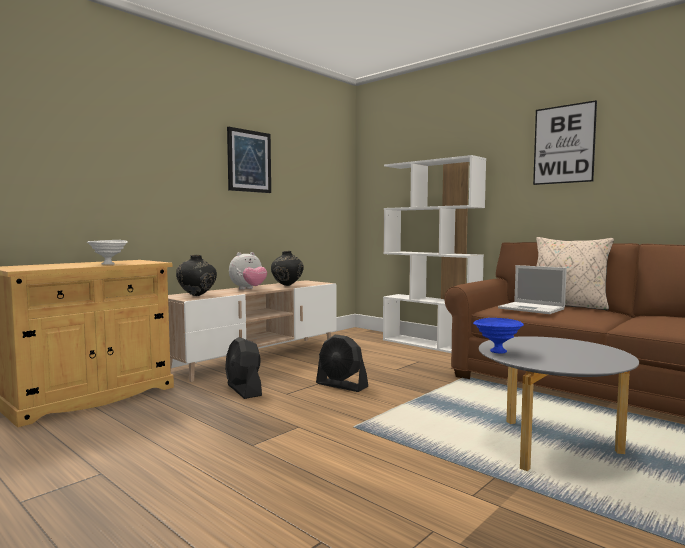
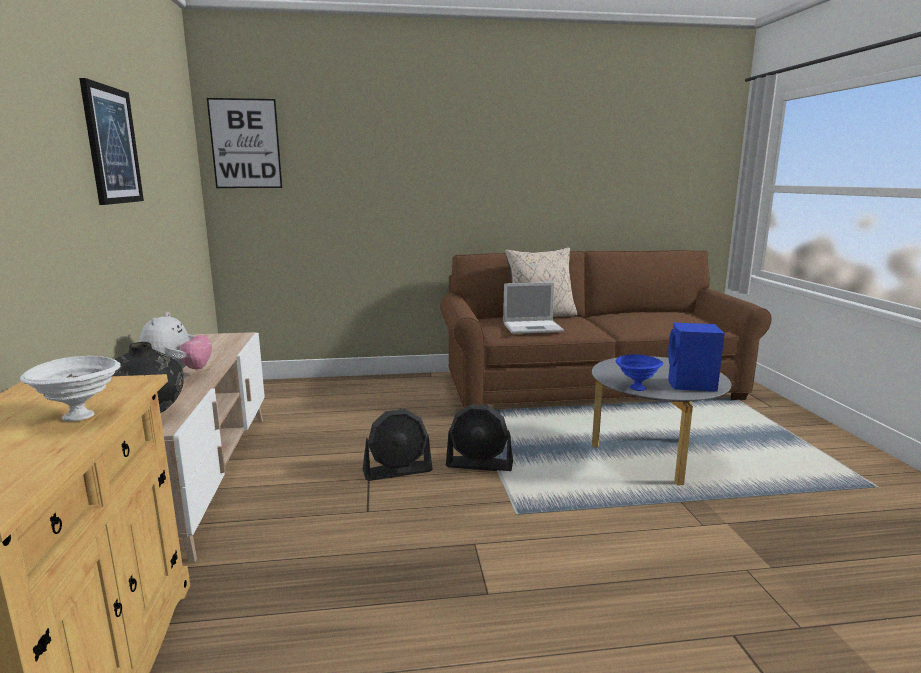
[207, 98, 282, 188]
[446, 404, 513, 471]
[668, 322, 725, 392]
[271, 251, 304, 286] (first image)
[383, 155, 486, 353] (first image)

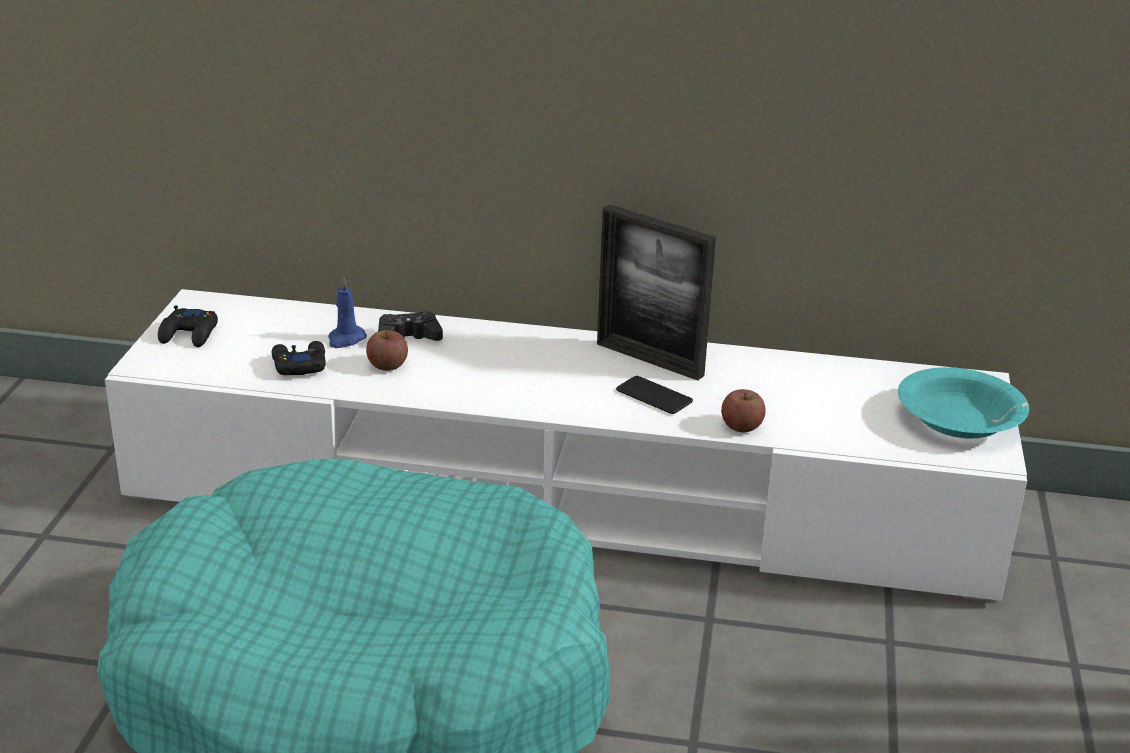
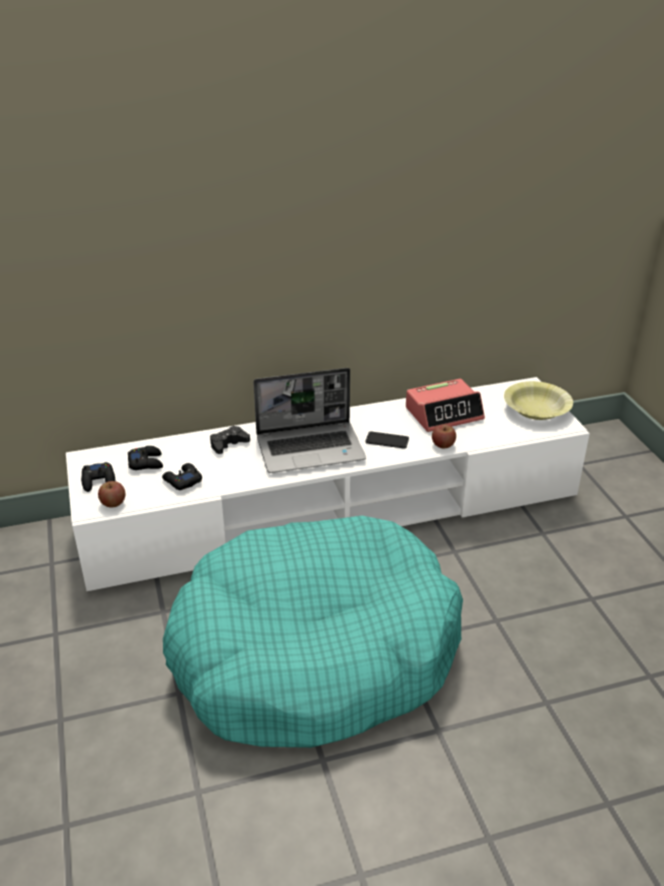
[98, 481, 125, 508]
[128, 446, 163, 470]
[253, 368, 366, 473]
[406, 379, 485, 432]
[504, 381, 573, 420]
[328, 277, 367, 348] (first image)
[597, 205, 716, 381] (first image)

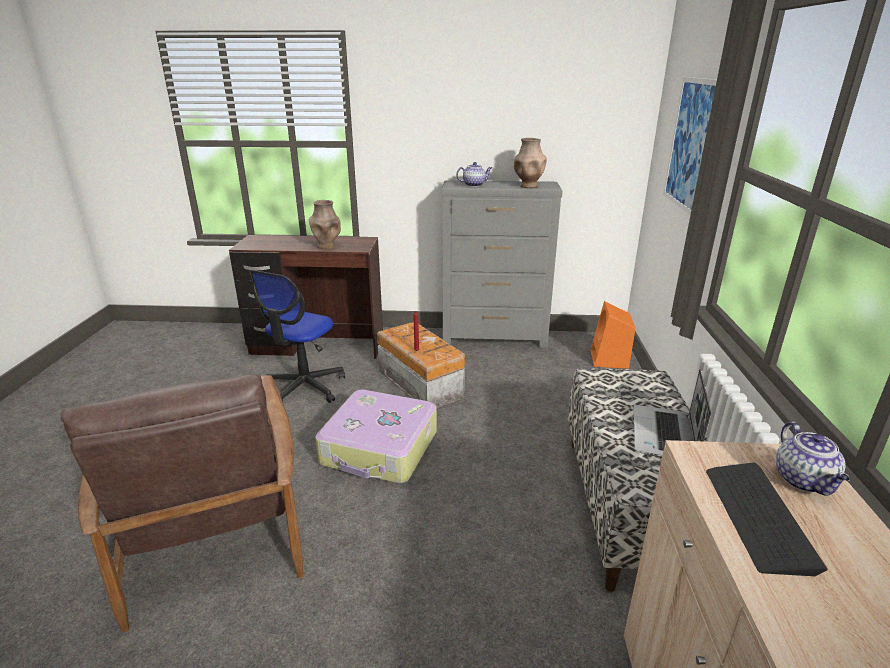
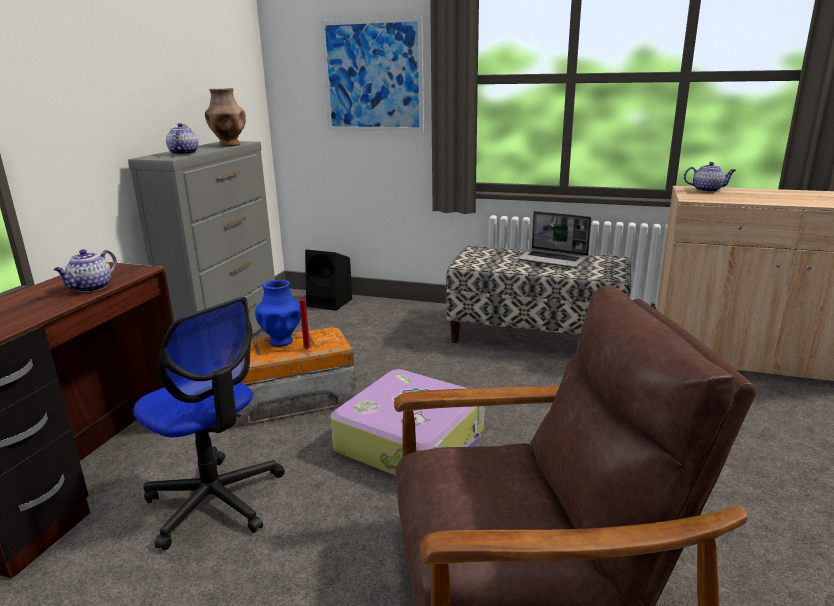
[54, 249, 117, 292]
[255, 280, 301, 347]
[305, 249, 352, 311]
[706, 462, 828, 576] (first image)

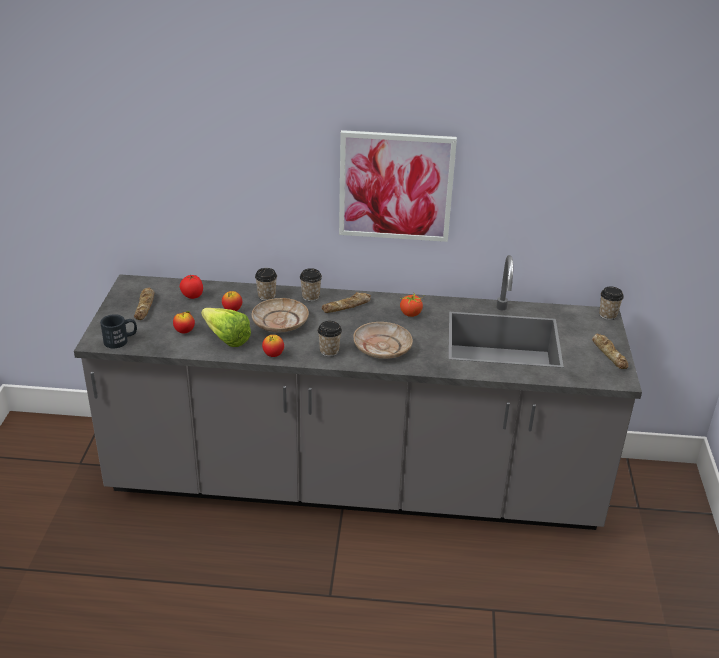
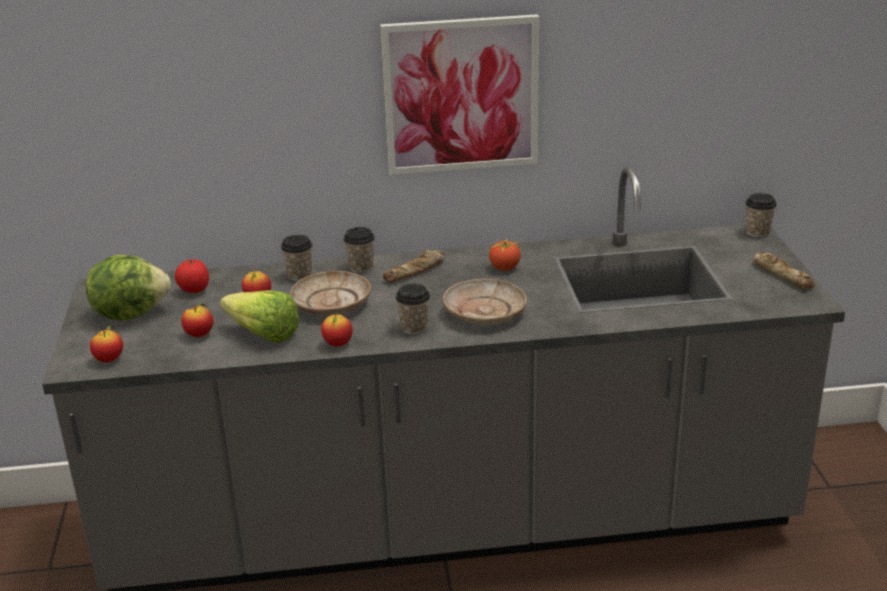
[86, 255, 171, 321]
[90, 325, 123, 362]

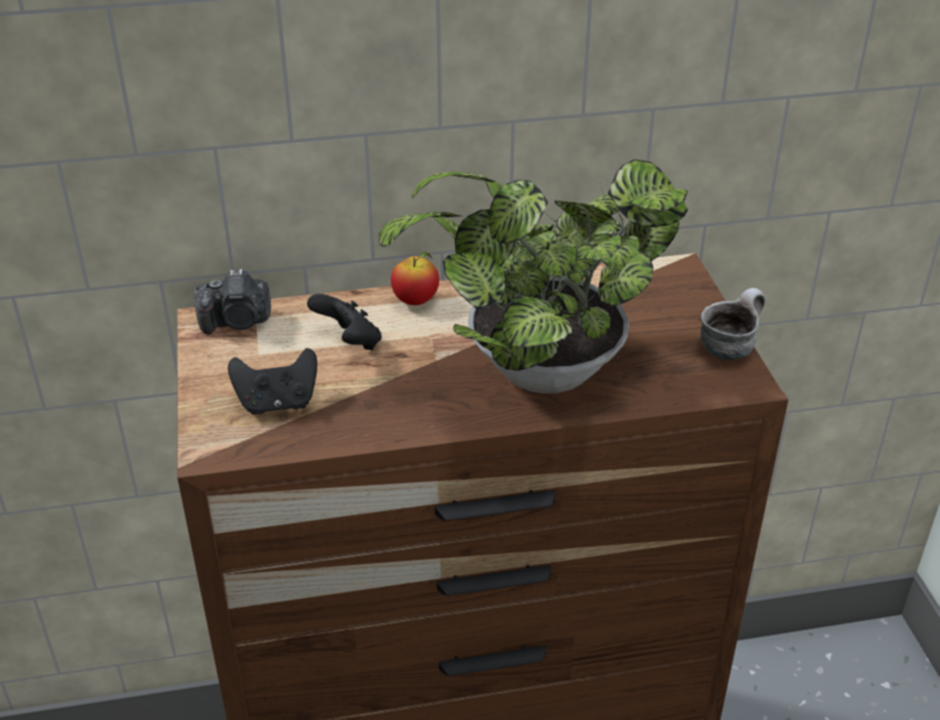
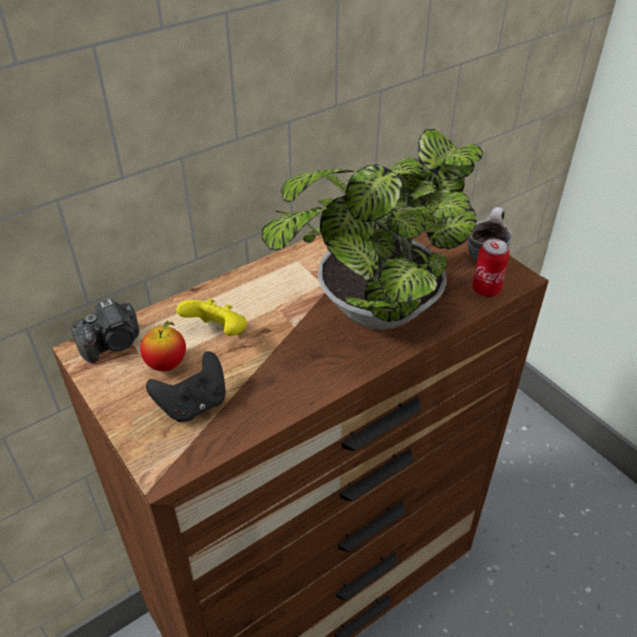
[140, 321, 186, 371]
[176, 298, 247, 336]
[472, 239, 510, 297]

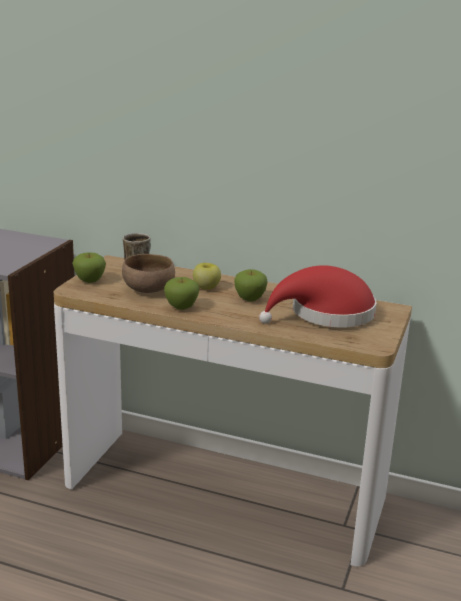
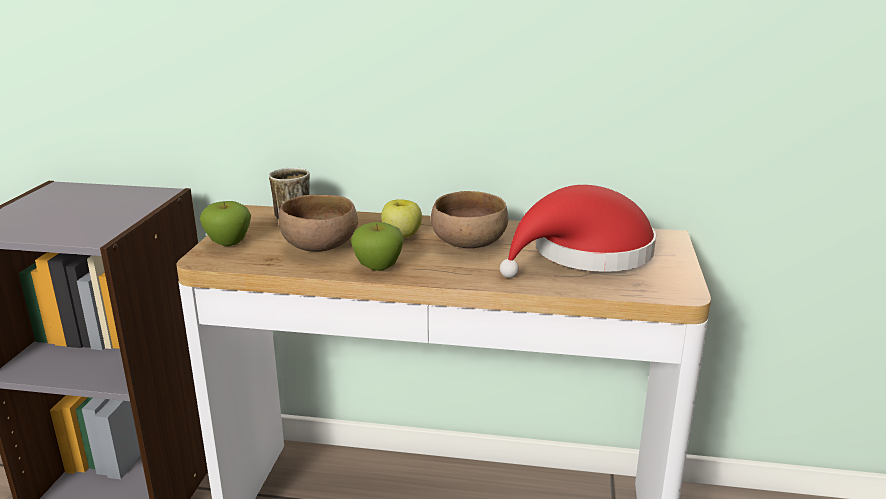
[431, 191, 508, 248]

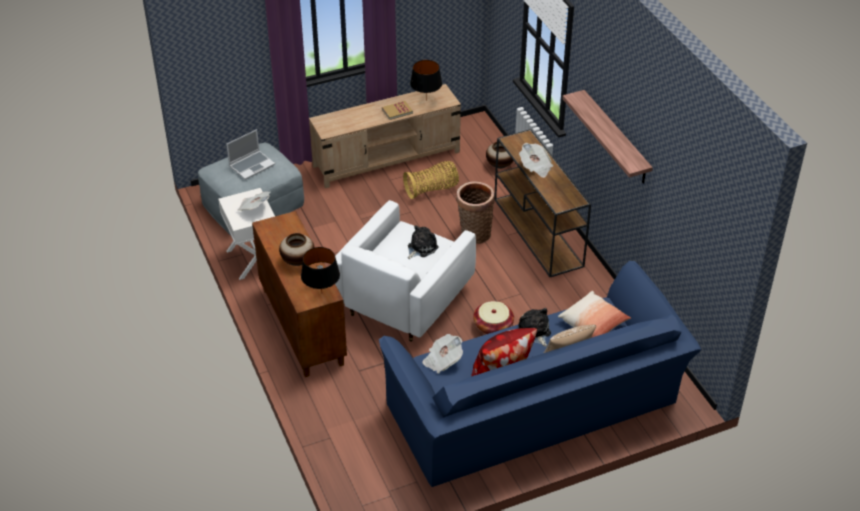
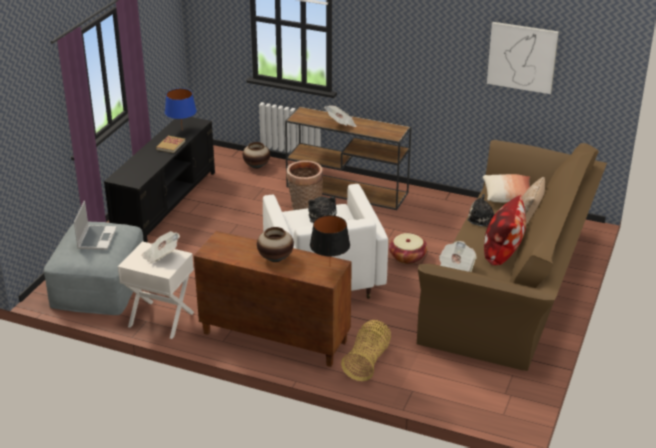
[104, 117, 215, 242]
[165, 88, 197, 125]
[341, 320, 391, 381]
[417, 140, 607, 371]
[487, 22, 559, 94]
[562, 90, 653, 184] (first image)

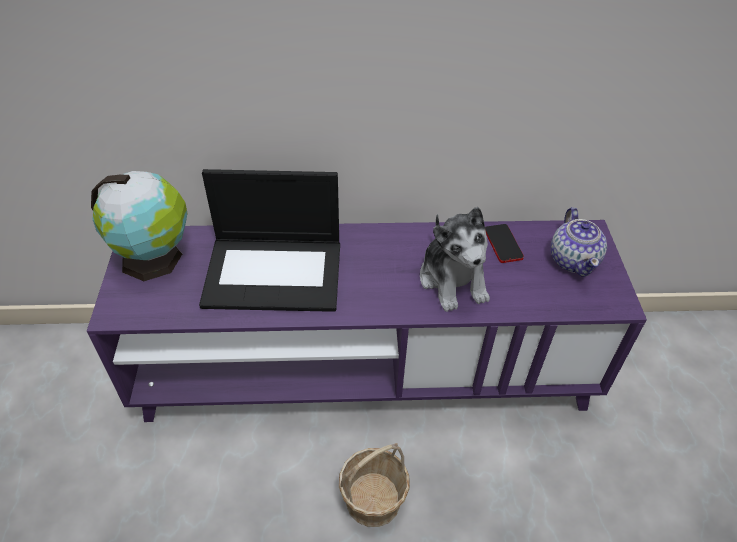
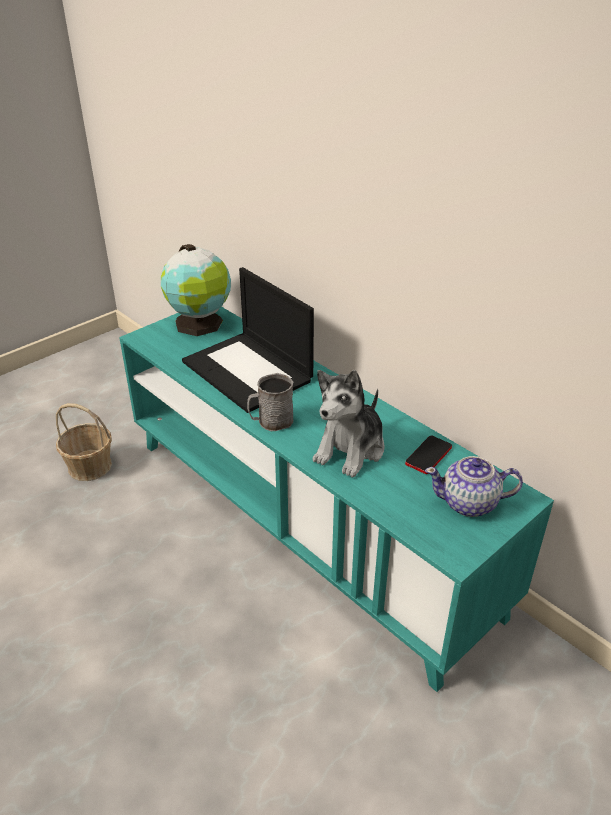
[56, 403, 112, 481]
[119, 307, 554, 692]
[247, 373, 294, 431]
[425, 456, 523, 517]

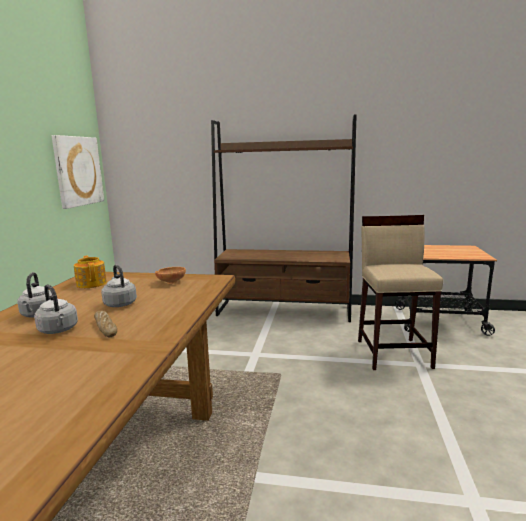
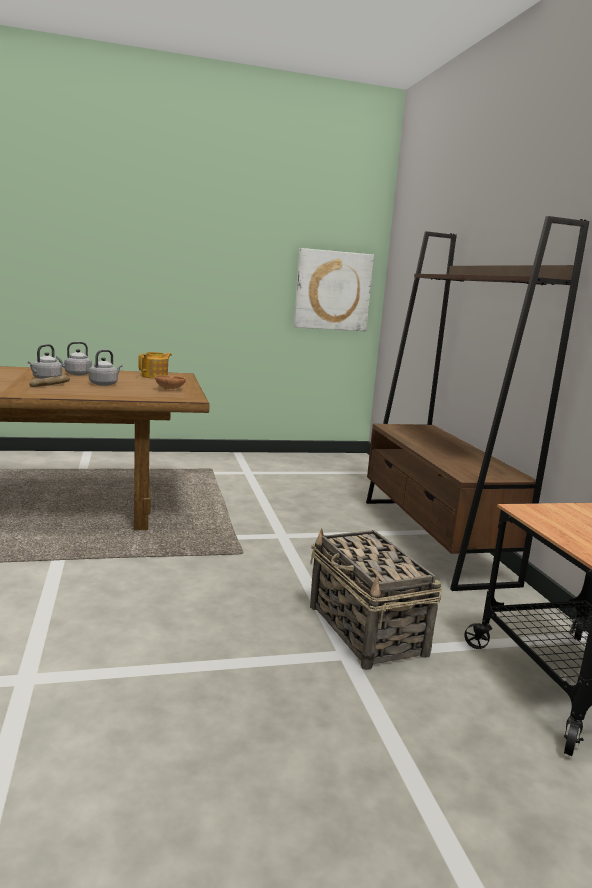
[310, 529, 442, 670]

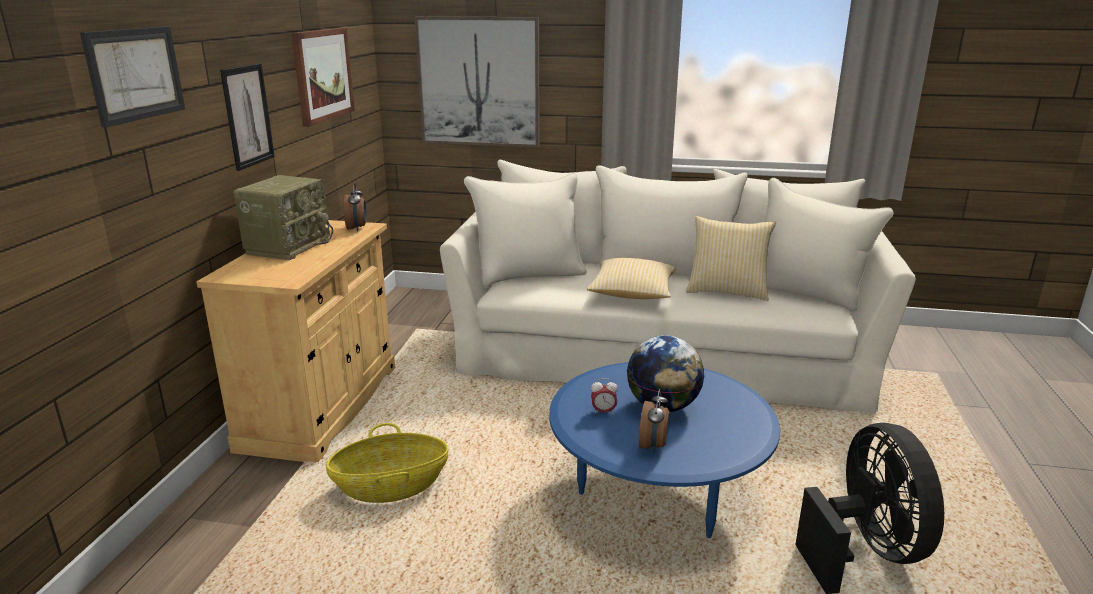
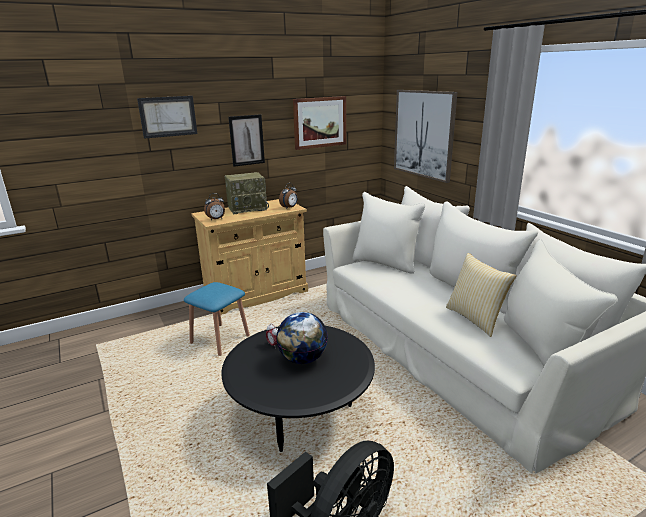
[184, 282, 250, 356]
[204, 193, 225, 221]
[221, 326, 375, 452]
[587, 258, 676, 299] (first image)

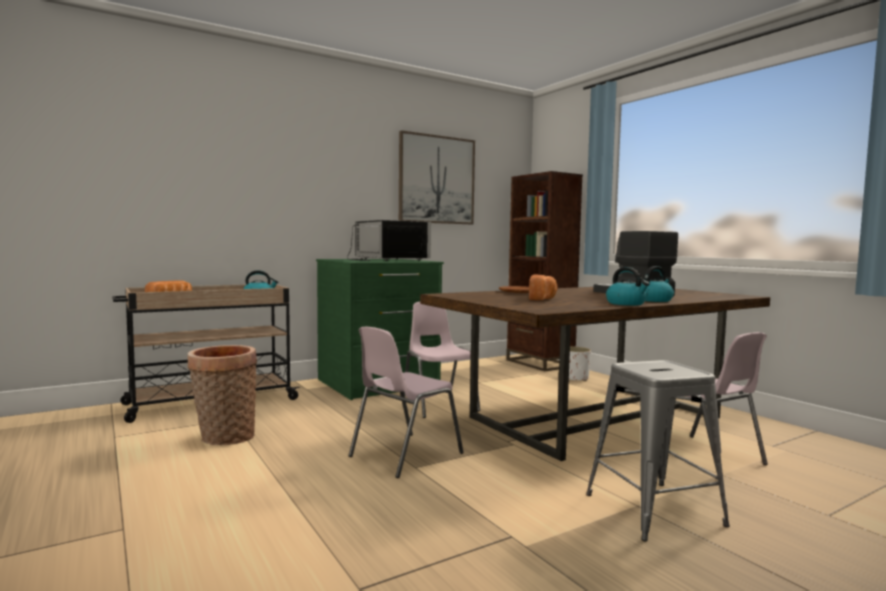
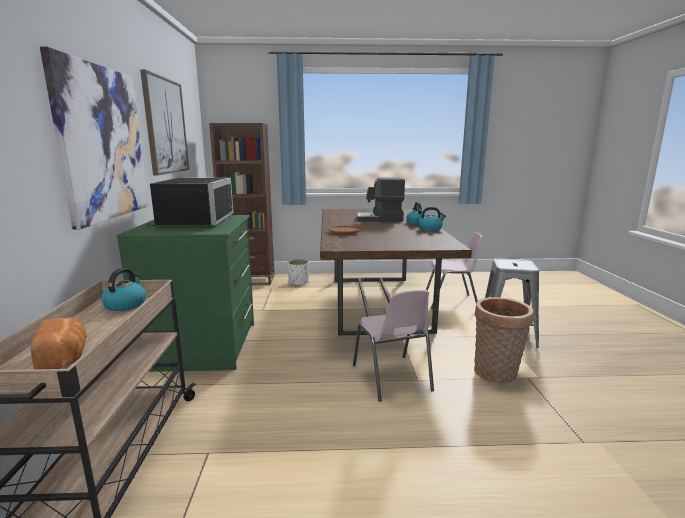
[40, 46, 149, 230]
[146, 178, 233, 227]
[474, 297, 534, 383]
[404, 302, 480, 418] (first image)
[529, 275, 558, 300] (first image)

